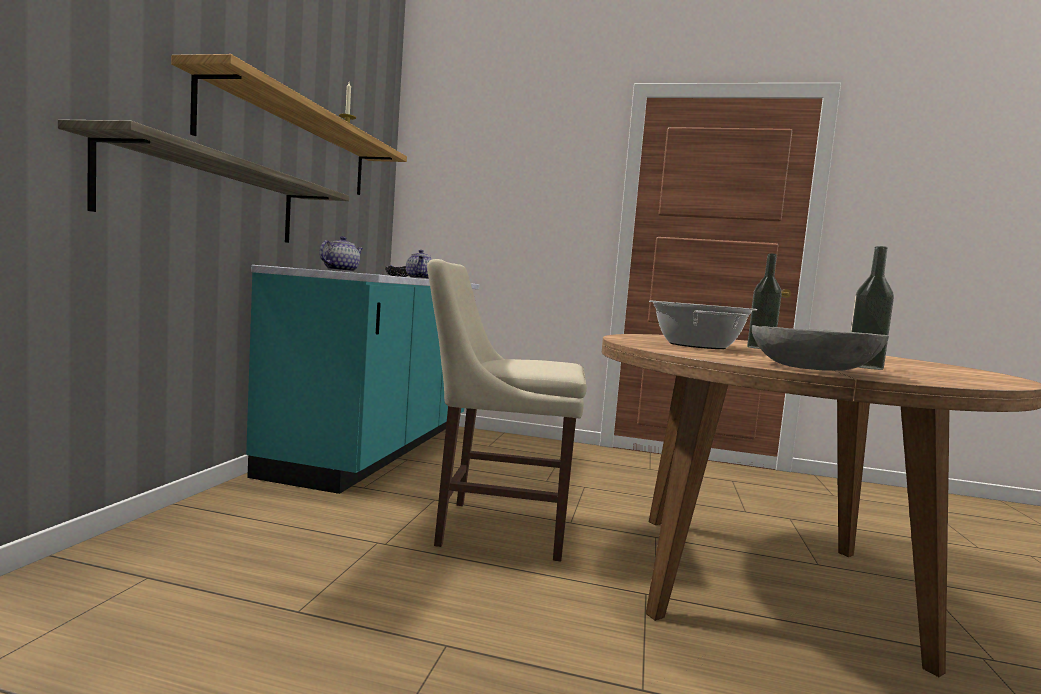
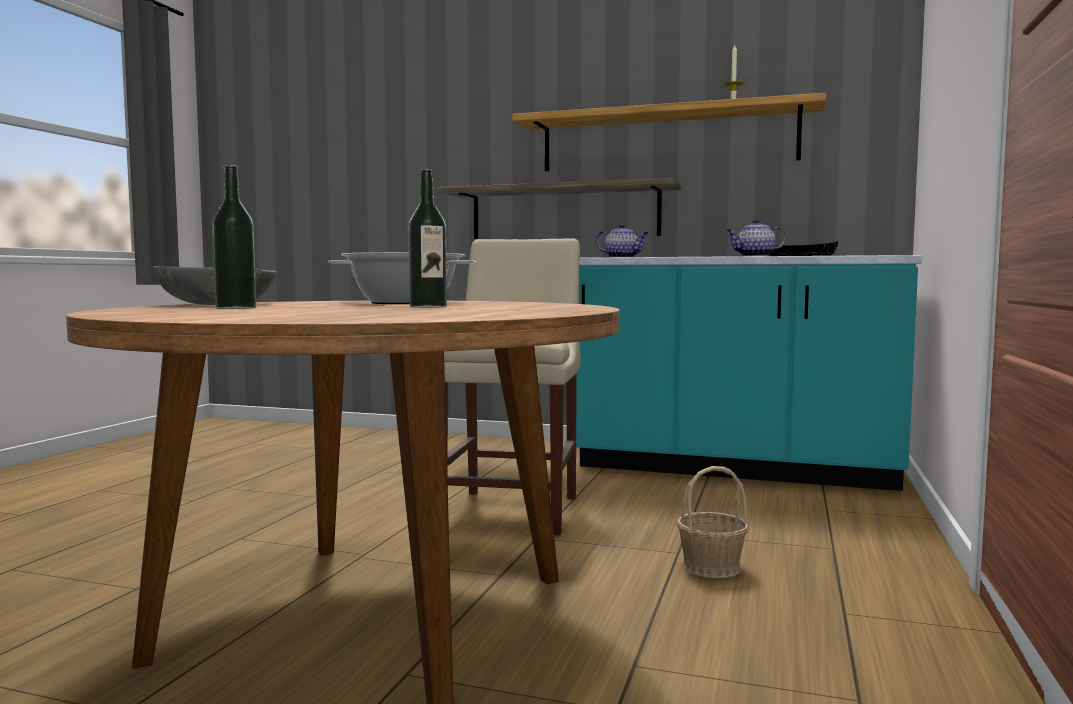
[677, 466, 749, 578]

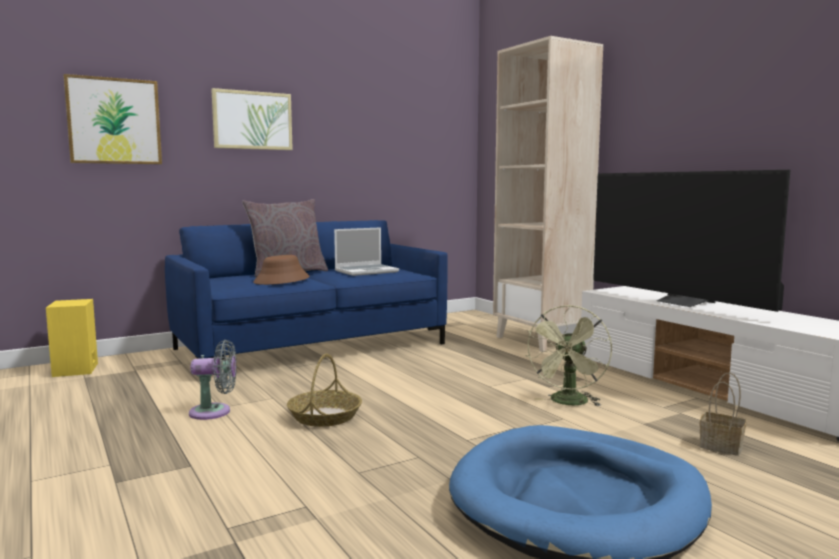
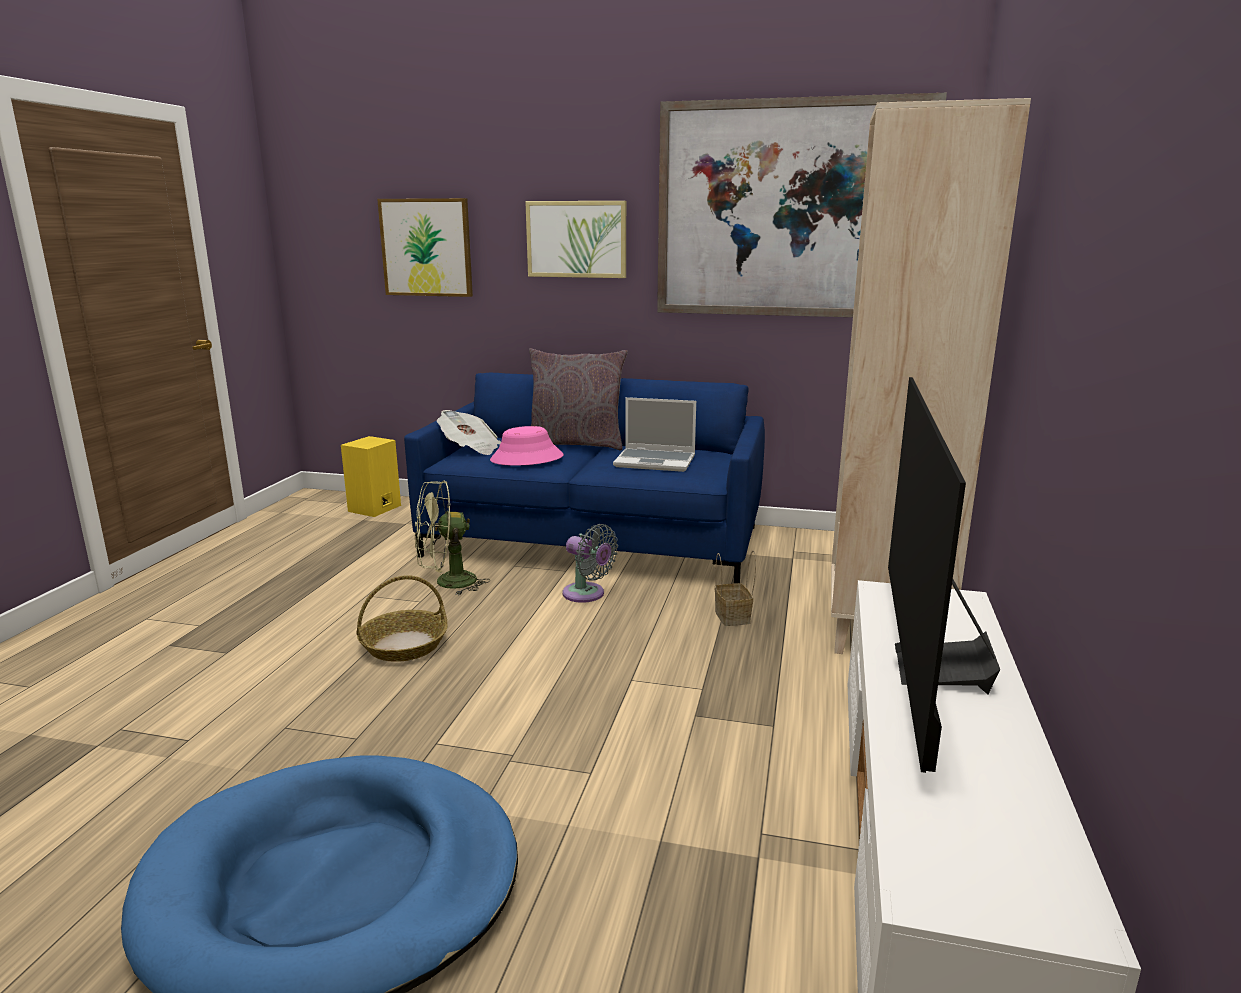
[415, 480, 490, 595]
[437, 410, 501, 455]
[490, 426, 564, 466]
[563, 524, 618, 603]
[657, 93, 947, 317]
[715, 551, 756, 626]

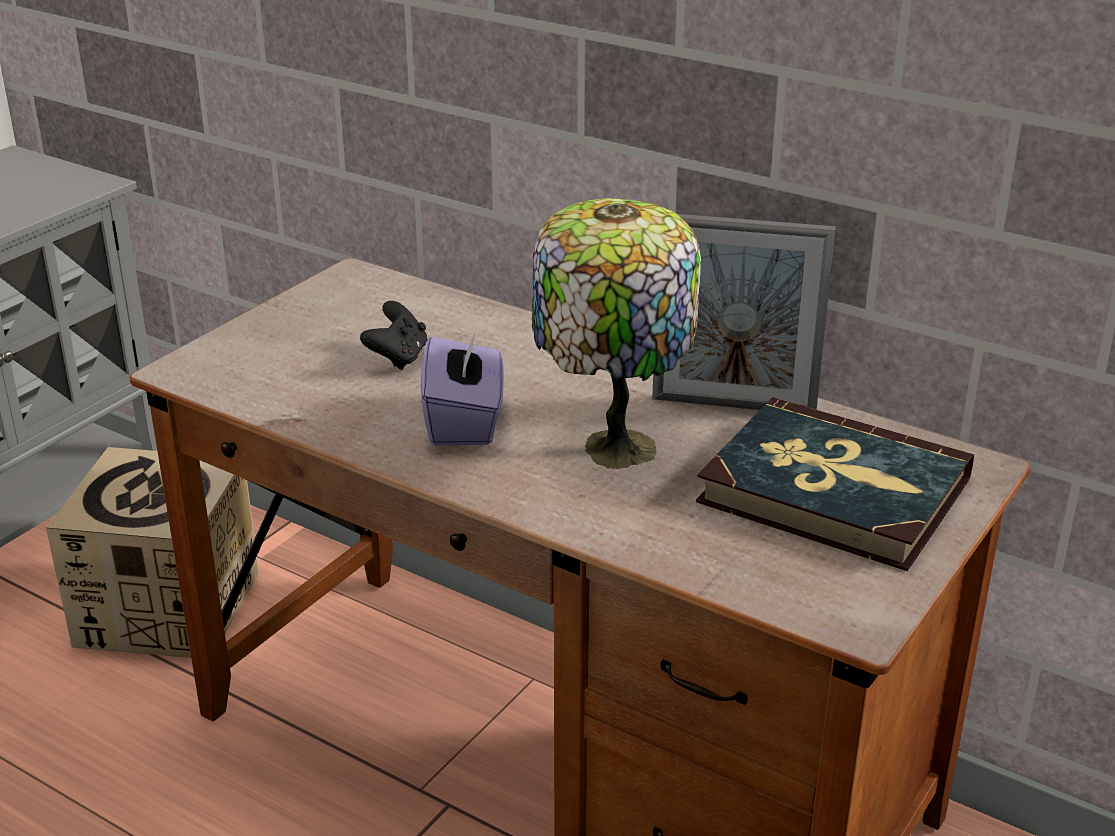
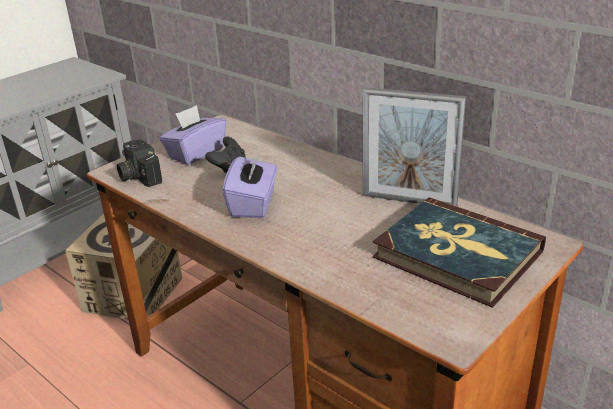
[117, 140, 162, 187]
[159, 105, 226, 165]
[532, 198, 701, 469] (first image)

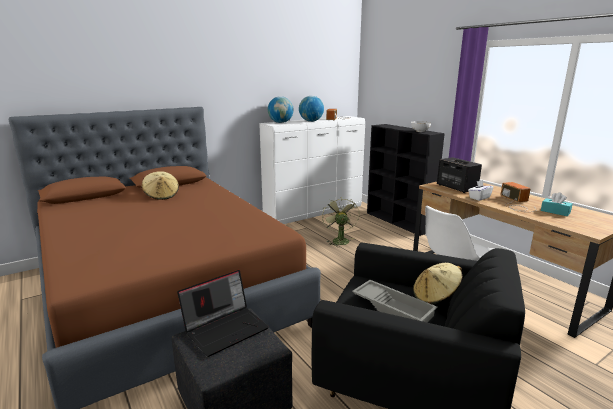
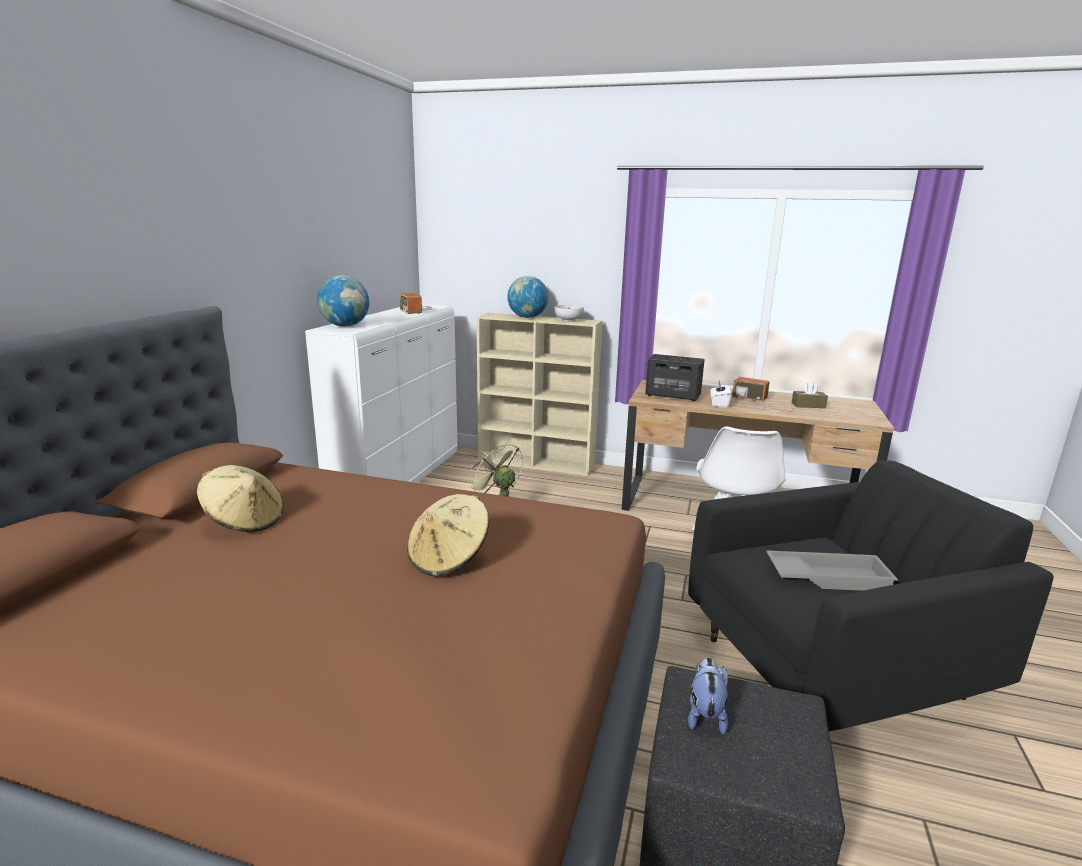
[407, 494, 489, 577]
[477, 313, 603, 476]
[507, 276, 548, 318]
[688, 658, 728, 734]
[792, 381, 828, 408]

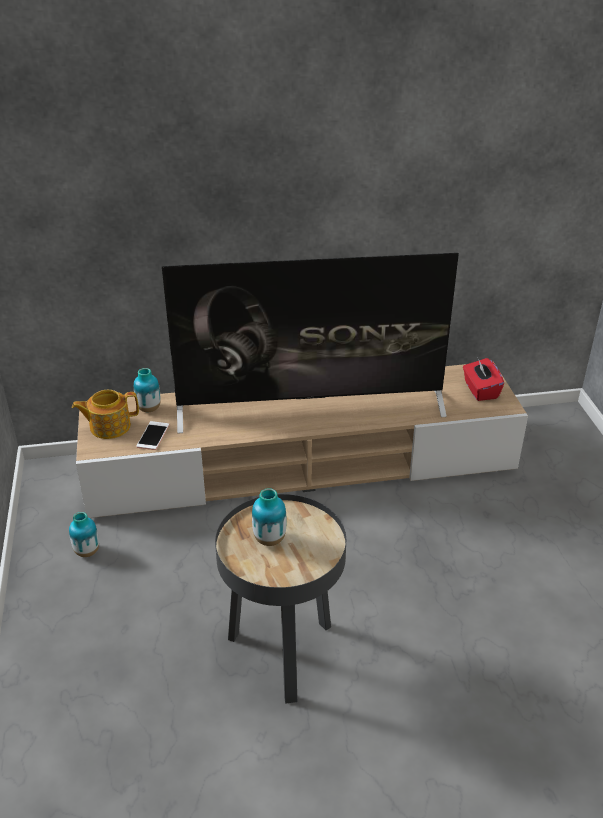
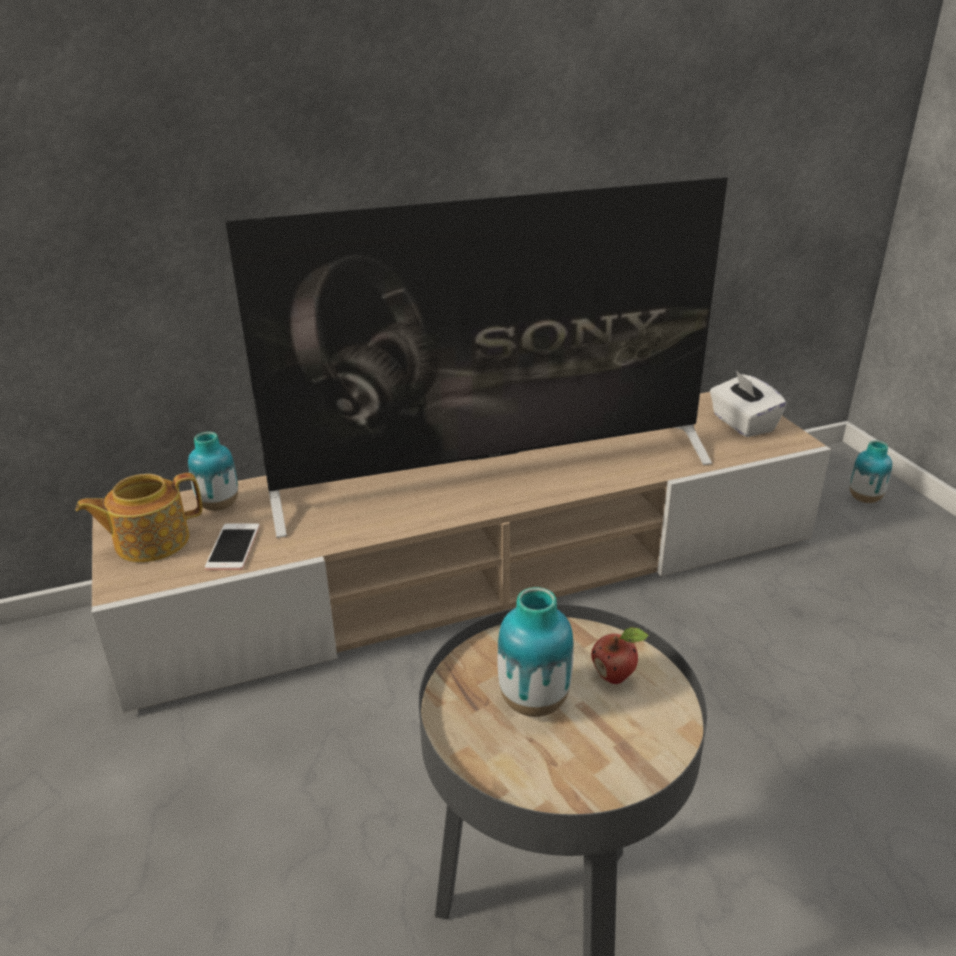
[591, 627, 649, 684]
[710, 371, 786, 437]
[850, 440, 892, 503]

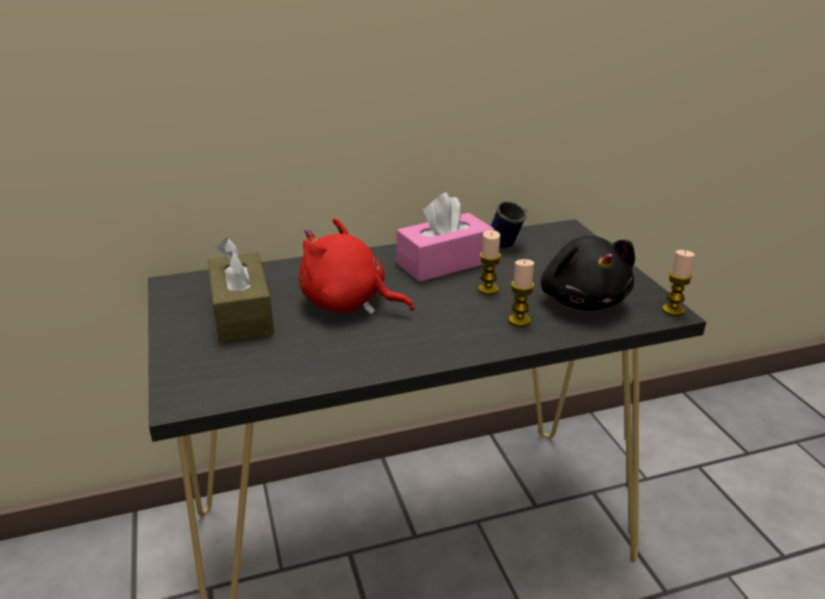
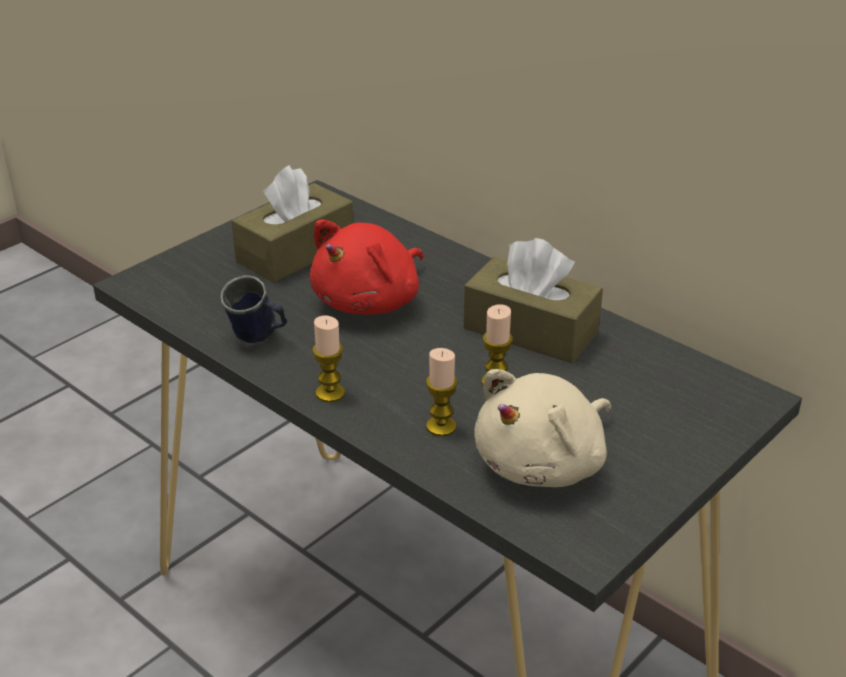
[220, 275, 287, 343]
[310, 220, 424, 315]
[312, 316, 345, 403]
[463, 238, 603, 364]
[474, 369, 611, 487]

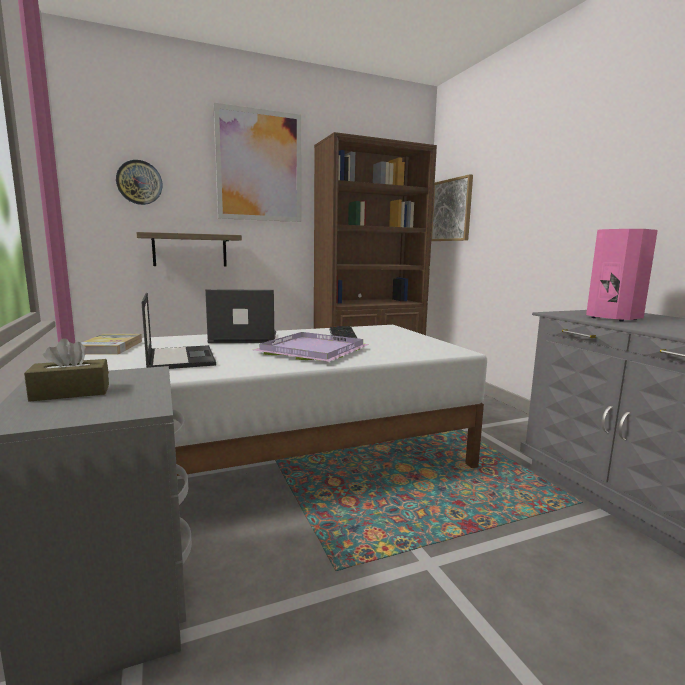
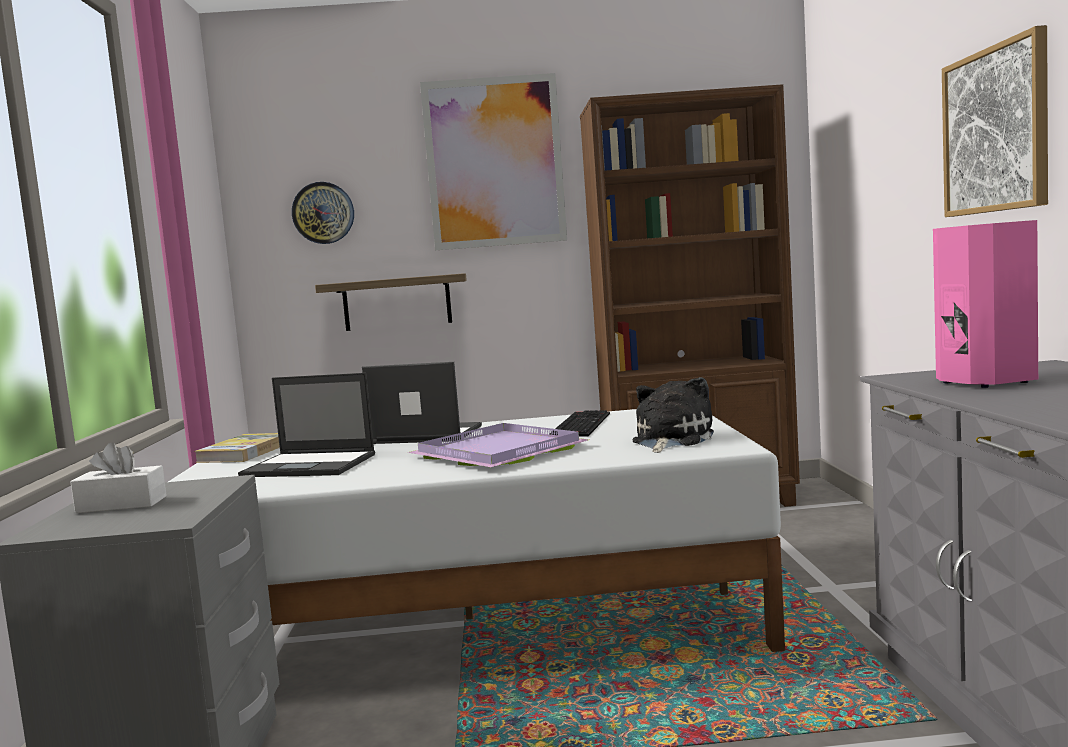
[70, 442, 167, 513]
[238, 373, 375, 477]
[633, 377, 714, 453]
[942, 25, 1048, 217]

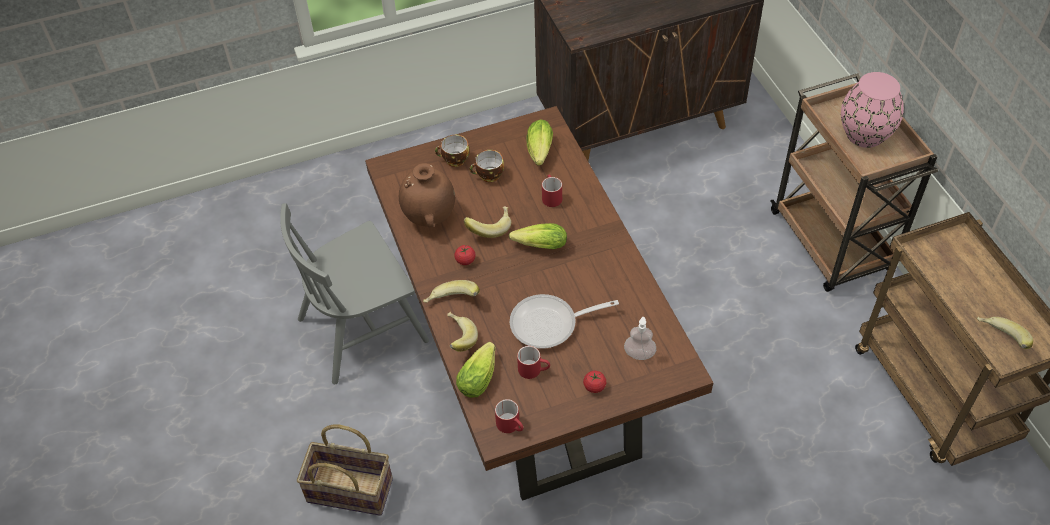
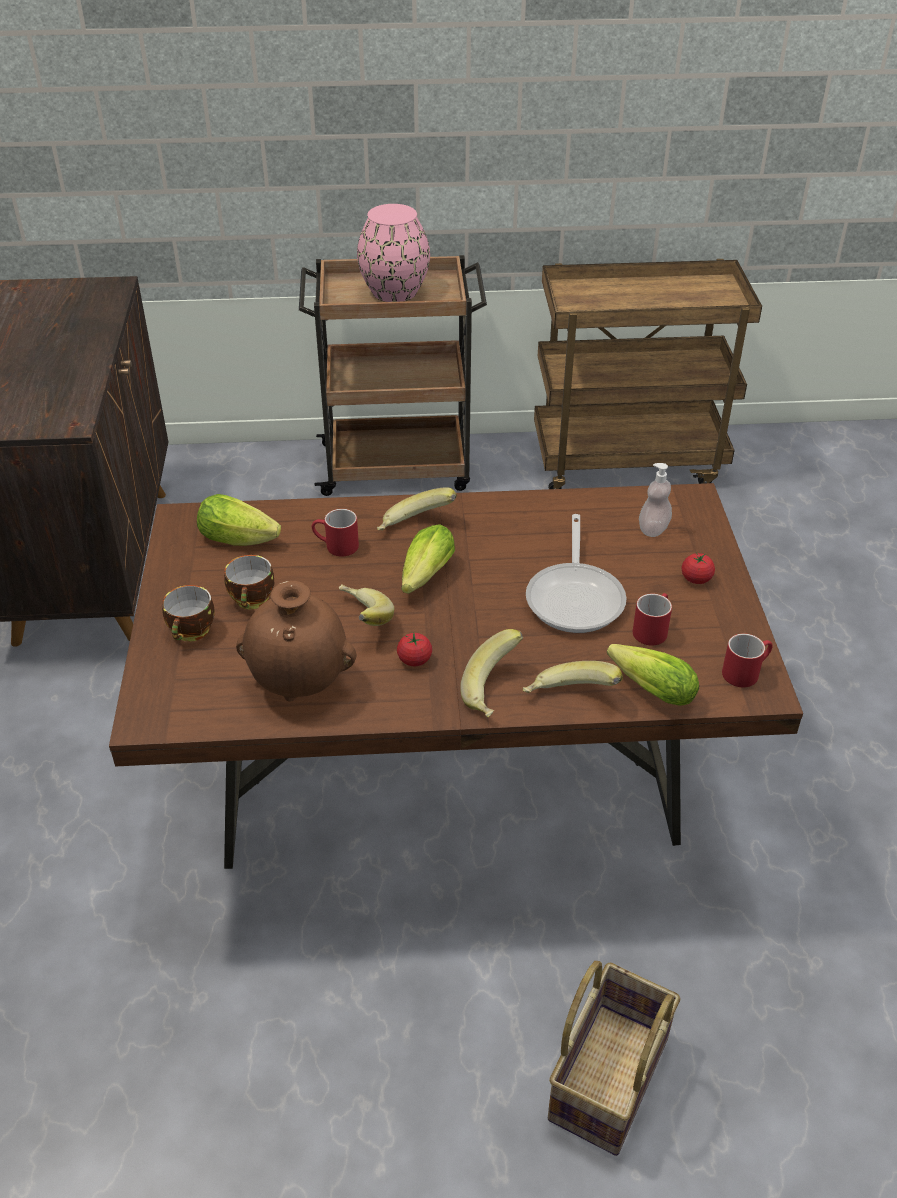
[377, 487, 457, 530]
[280, 203, 429, 384] (first image)

